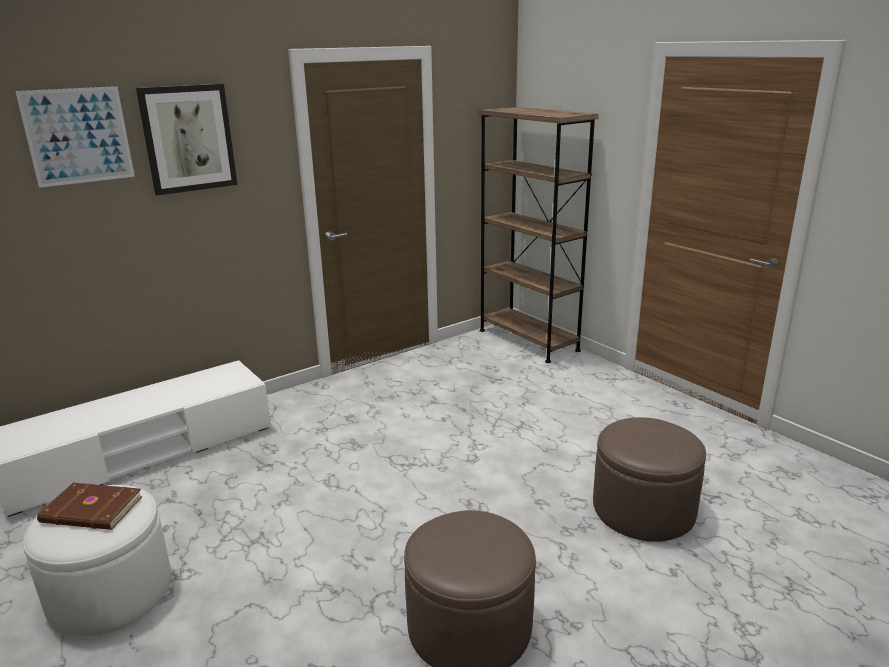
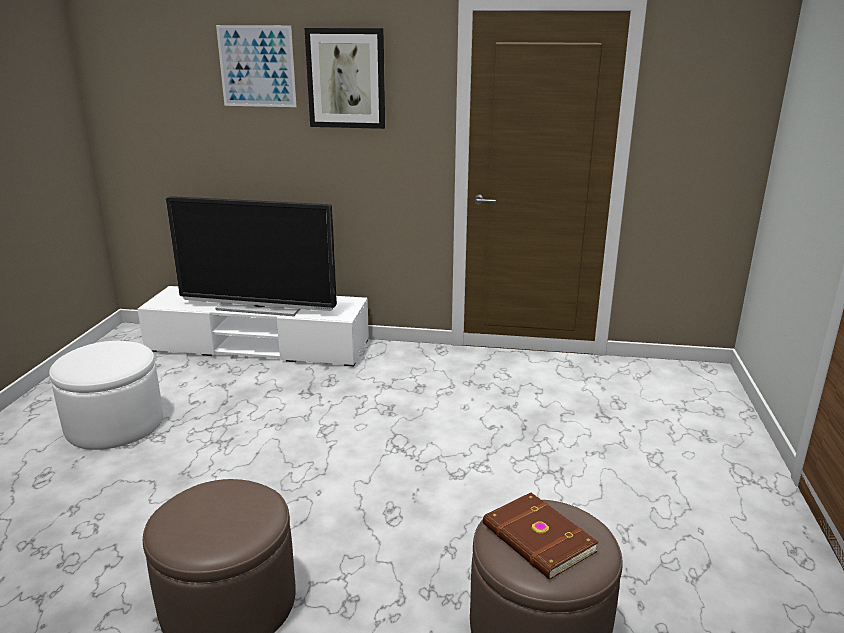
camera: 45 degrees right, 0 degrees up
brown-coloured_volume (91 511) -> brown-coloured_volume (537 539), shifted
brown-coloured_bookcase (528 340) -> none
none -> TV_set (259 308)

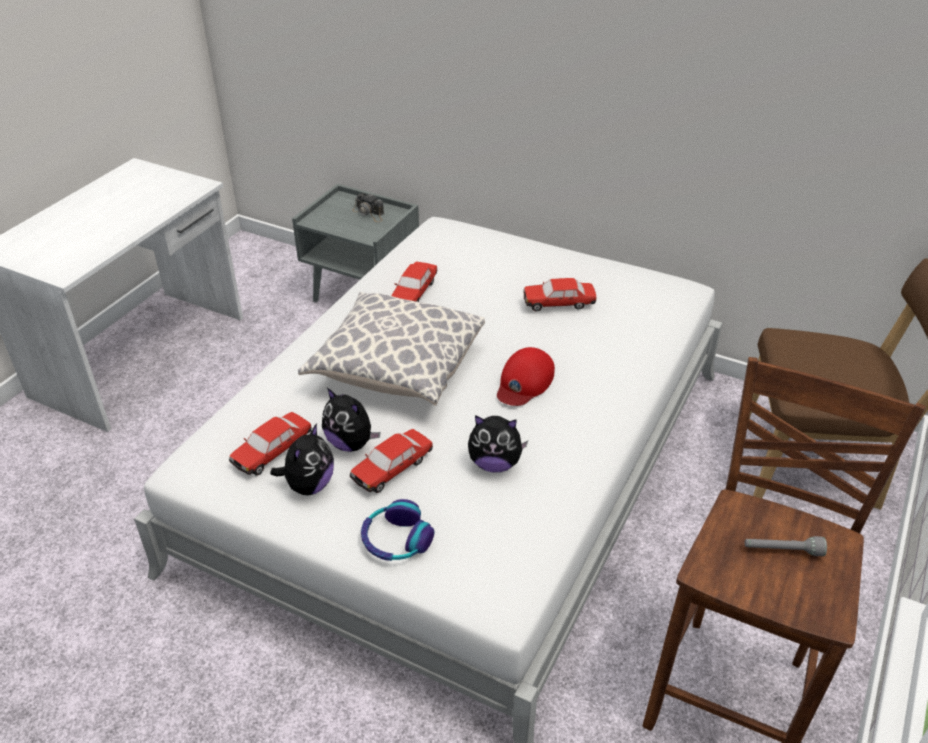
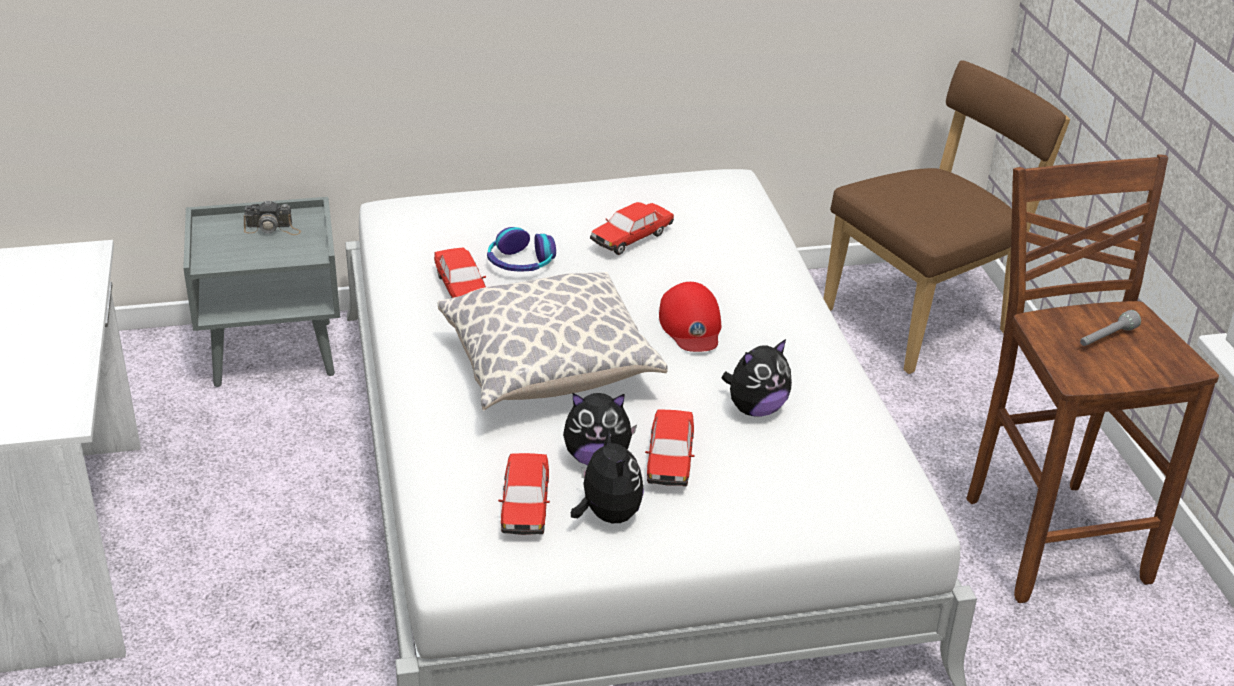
camera: 40 degrees left, 5 degrees down
pair_of_headphones (396 540) -> pair_of_headphones (520 263), shifted

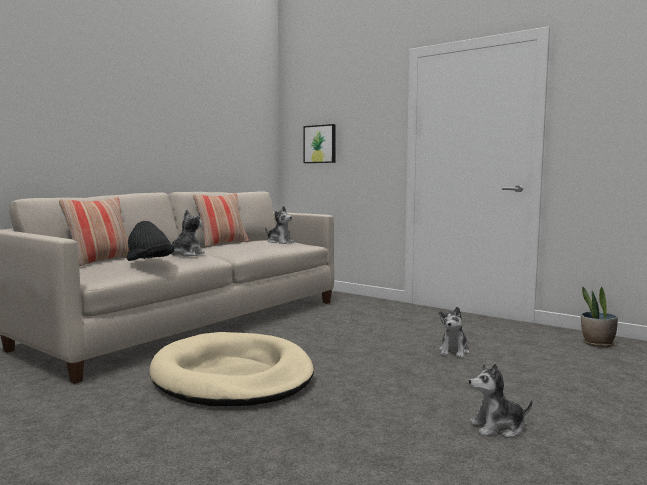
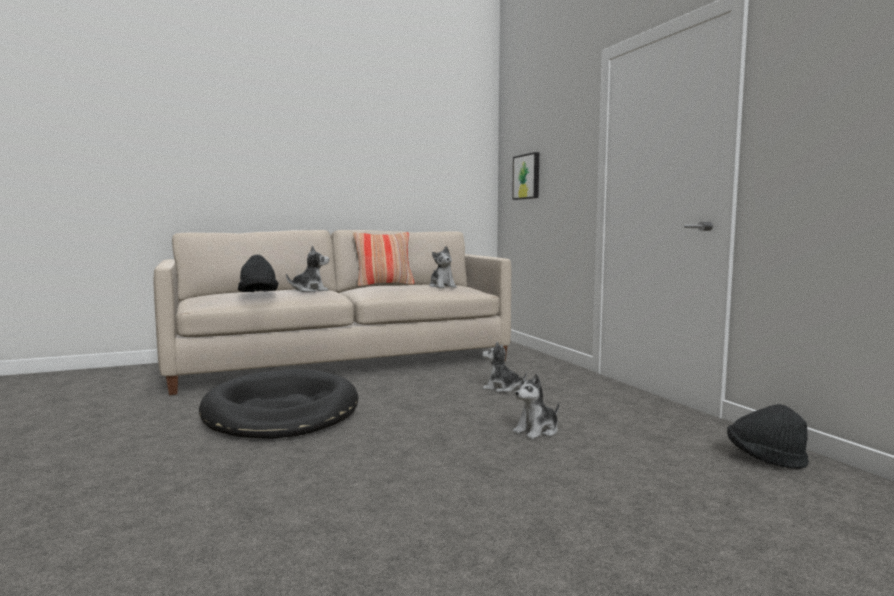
camera: 30 degrees right, 0 degrees up
throw_pillow (101 261) -> none
beige_dog_cushion (233 376) -> black_dog_cushion (282 412)
plush_toy (497 428) -> plush_toy (501 388), shifted
houseplant (597 344) -> black_hat (765 459)

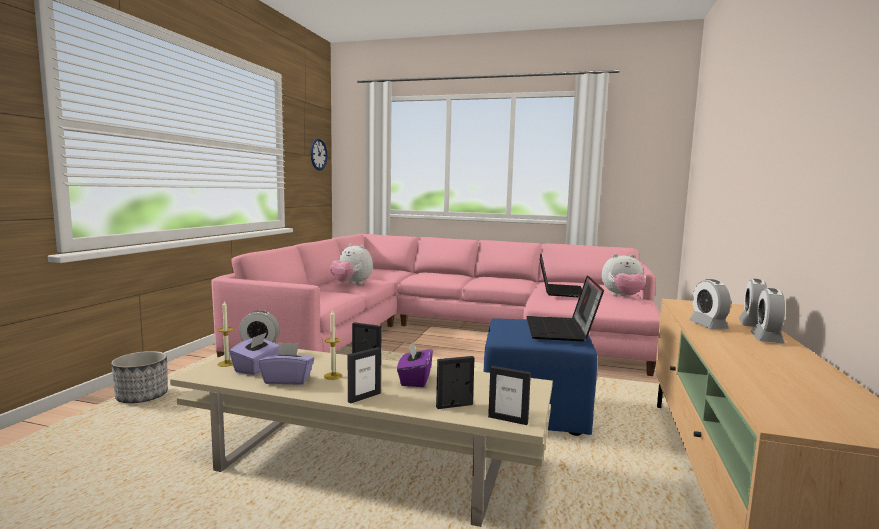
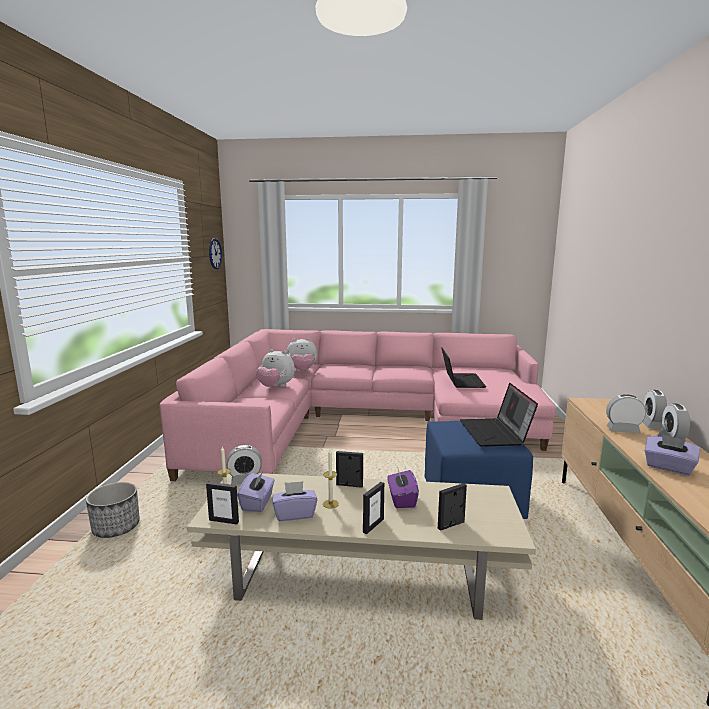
camera: 10 degrees left, 5 degrees up
photo_frame (508 419) -> photo_frame (224 521), shifted
plush_toy (622 297) -> plush_toy (302 371), shifted
alarm_clock (708 325) -> alarm_clock (623 430), 120 degrees clockwise
none -> purplish_tissue_holder (668 467)

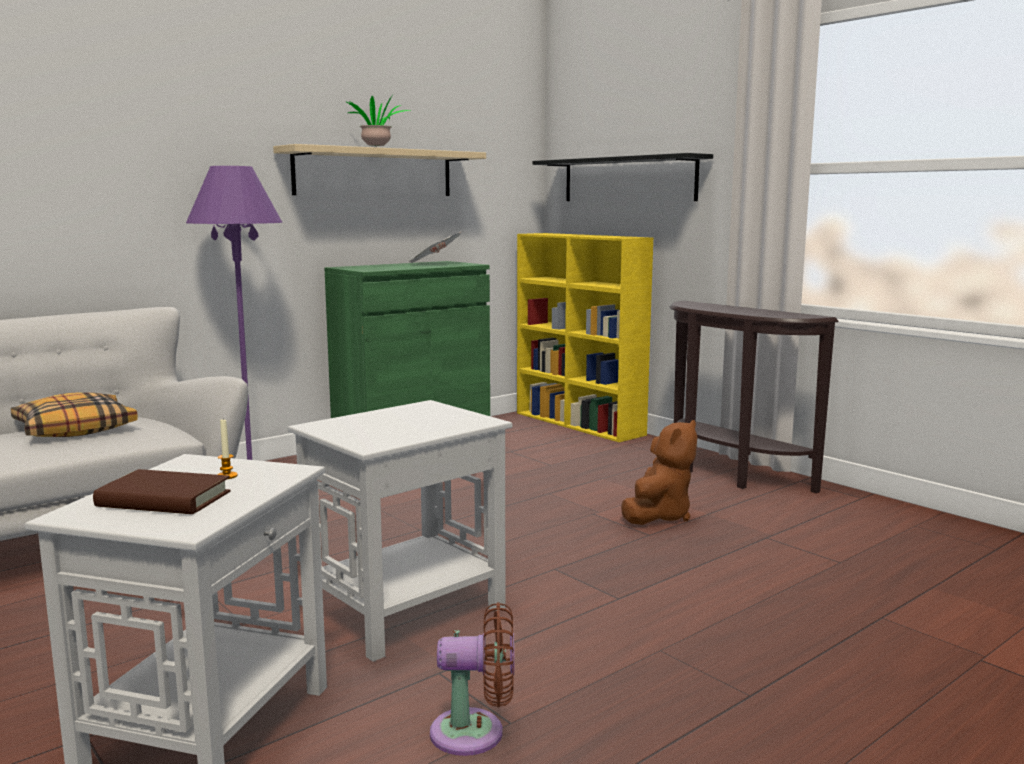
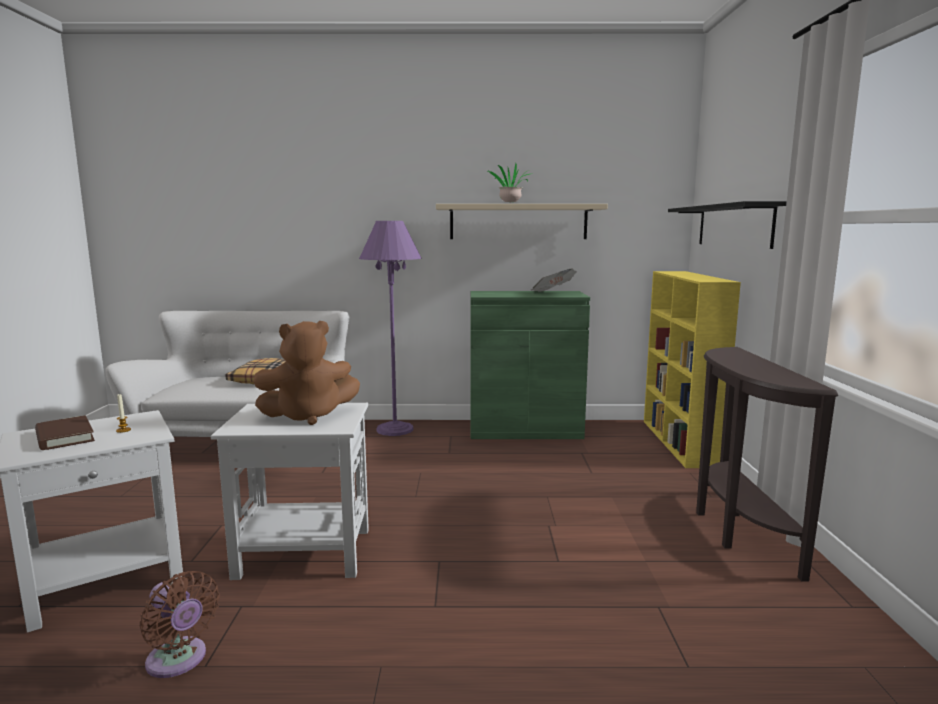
camera: 40 degrees right, 0 degrees up
brown-coloured_plush_toy (658 516) -> brown-coloured_plush_toy (308 416), shifted

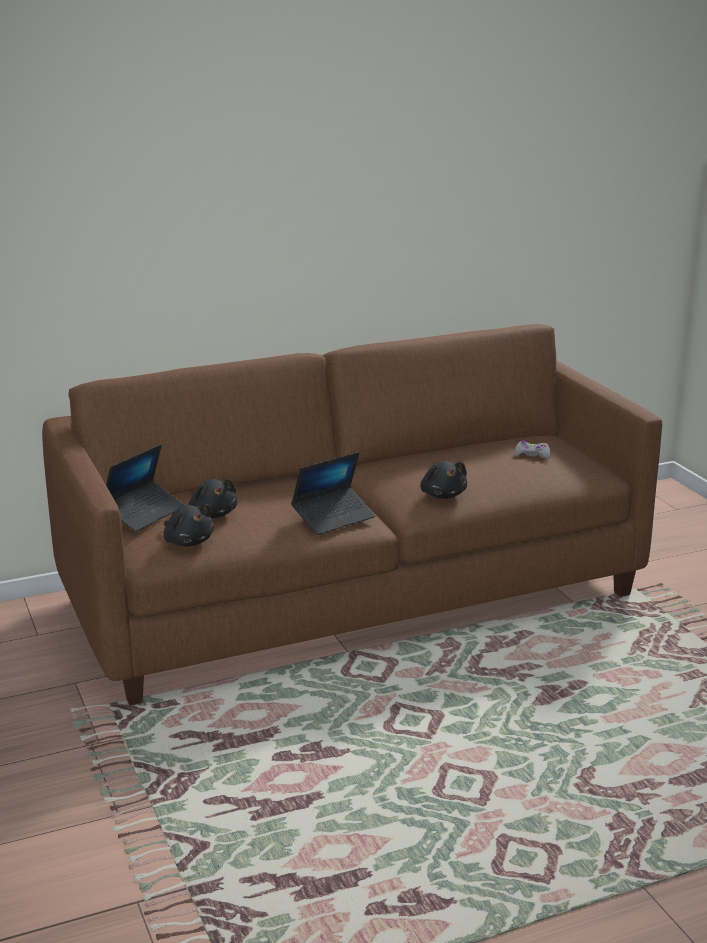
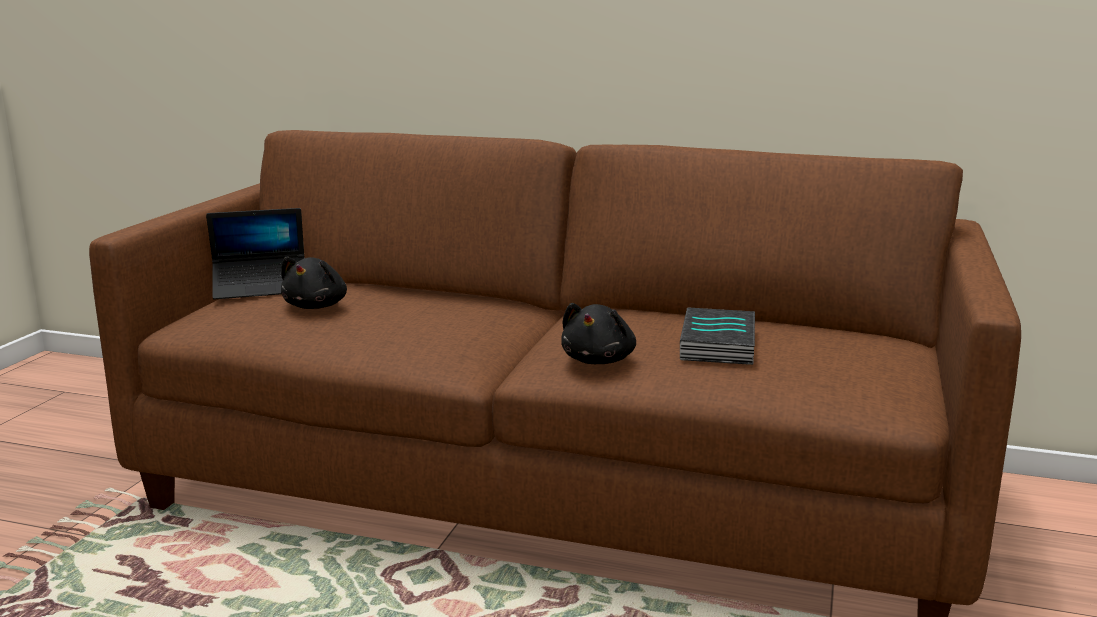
camera: 40 degrees right, 5 degrees down
black_plush_toy (188 541) -> none
laptop (333 518) -> none
greyish_game_controller (532 455) -> none
none -> volume (720 345)

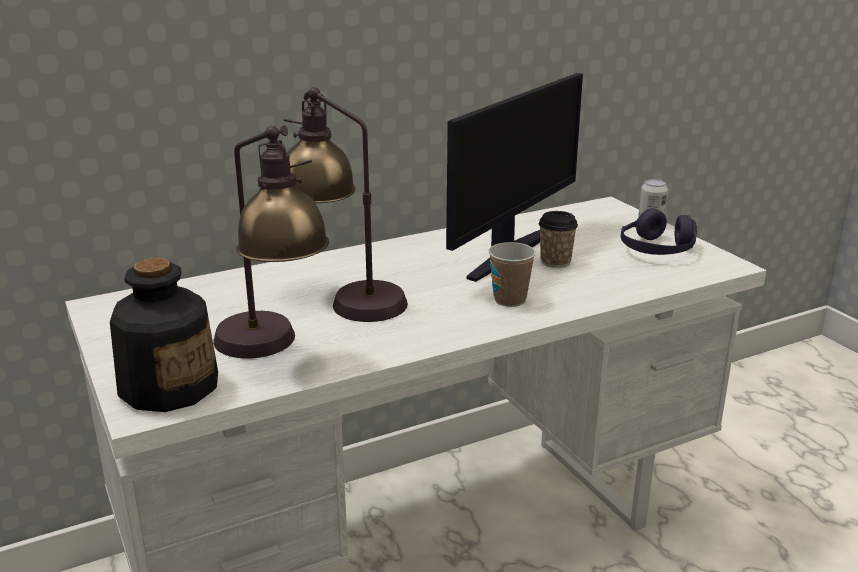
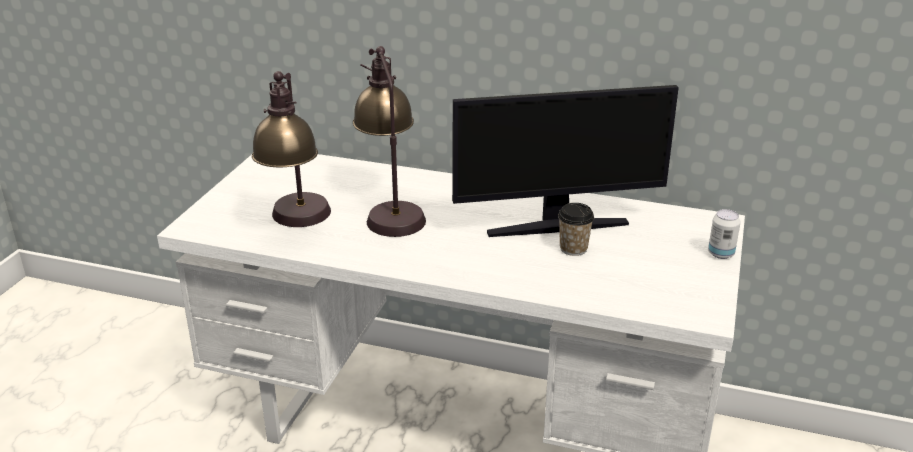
camera: 45 degrees right, 5 degrees up
bottle (169 386) -> none
cup (510 300) -> none
purplish_pair_of_headphones (657 250) -> none

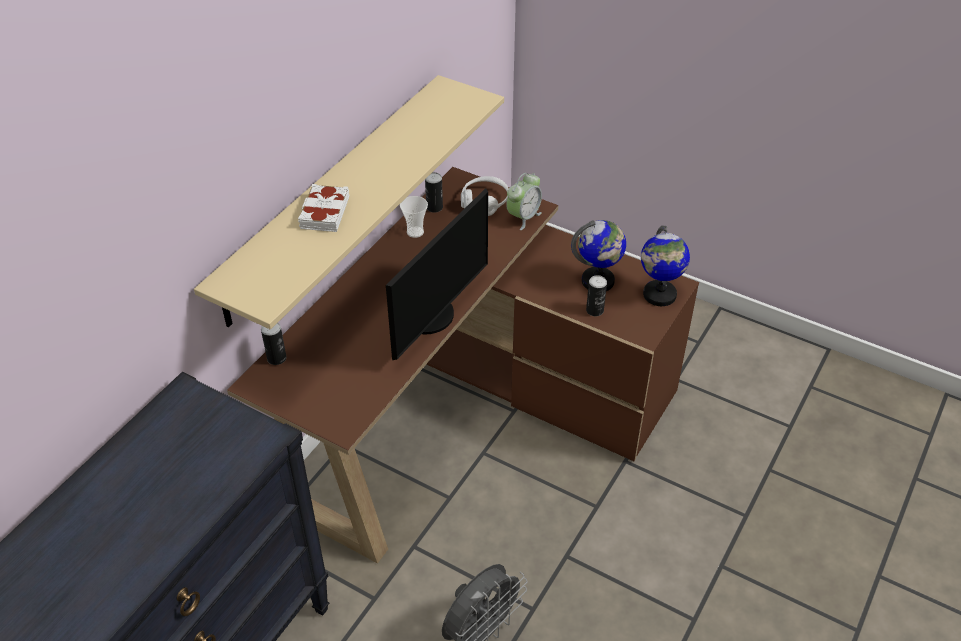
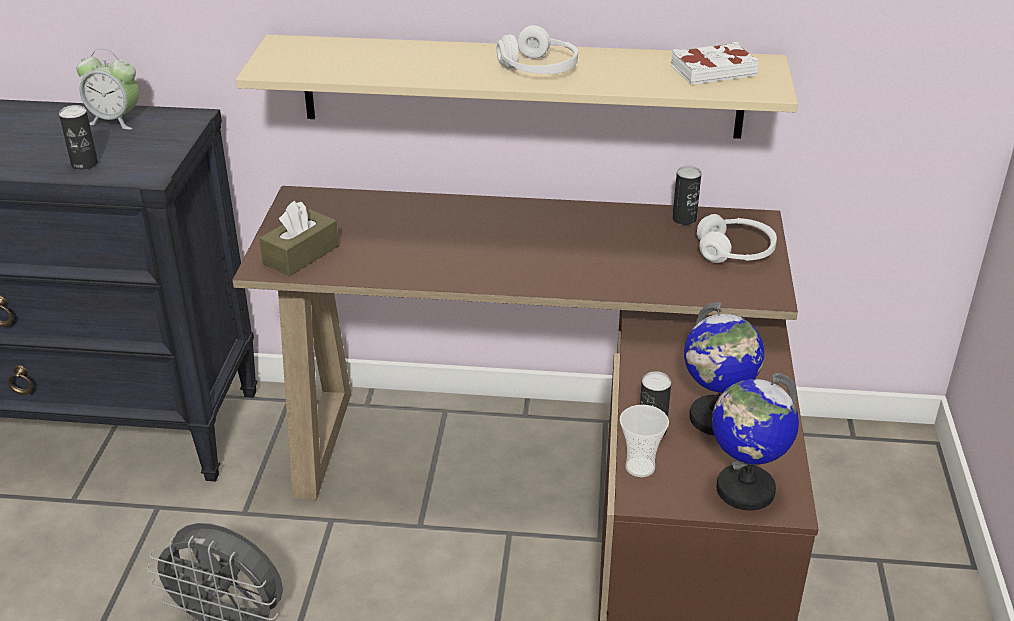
camera: 65 degrees right, 10 degrees down
can (276 358) -> can (84 164), shifted
white-coloured_volume (324 213) -> white-coloured_volume (712 70), shifted
computer_screen (431 316) -> none
cup (415 232) -> cup (640 467), shifted
alarm_clock (523 217) -> alarm_clock (115 120), shifted
none -> brown-coloured_tissue_holder (301 255)
none -> white-coloured_pair_of_headphones (538 69)

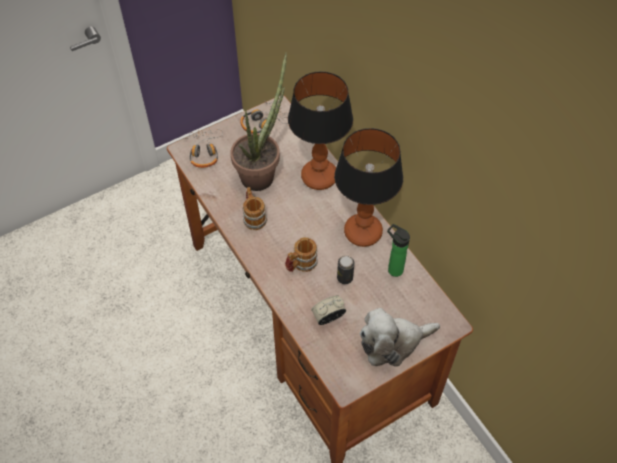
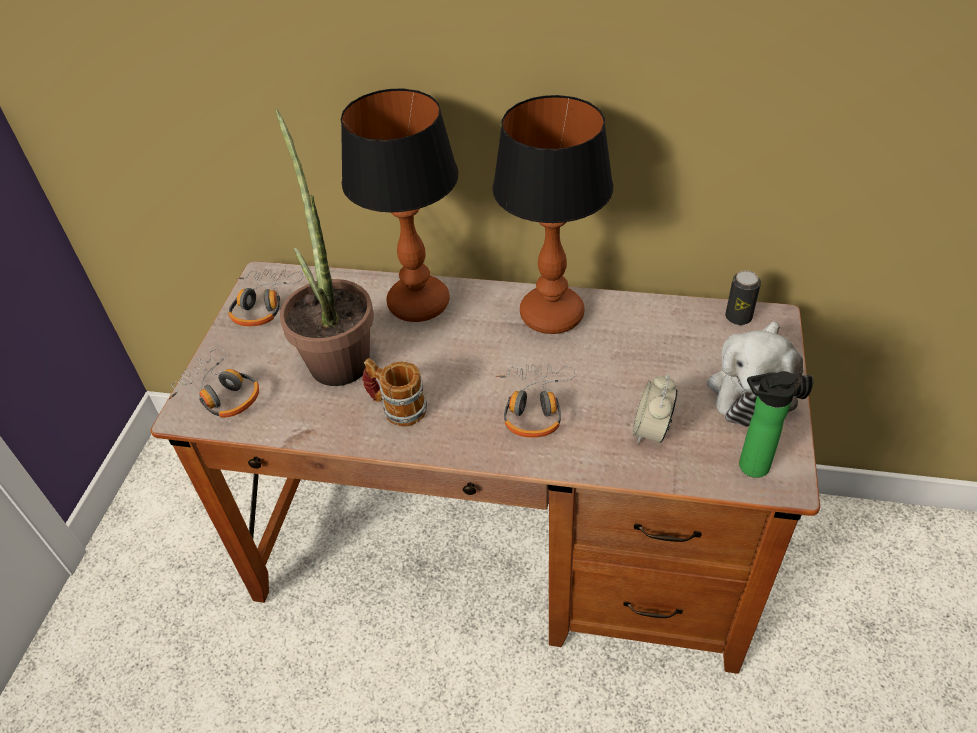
camera: 45 degrees left, 10 degrees down
coffee_mug (301 264) -> pair_of_headphones (534 406)
can (345 278) -> can (738 317), shifted
bottle (393 268) -> bottle (749 467), shifted

